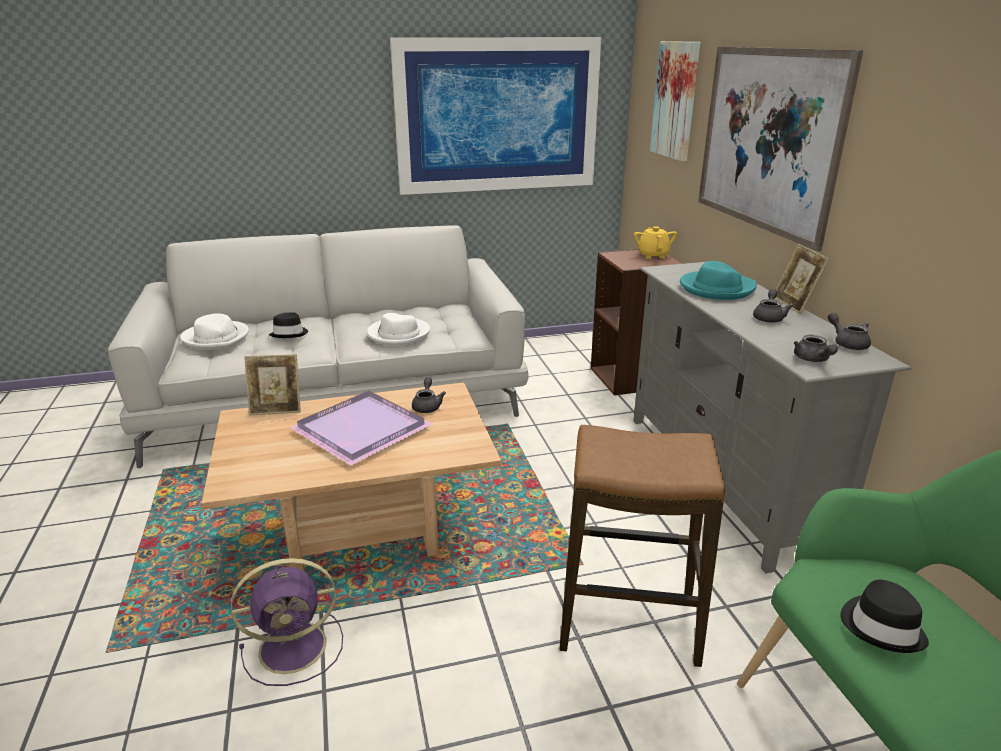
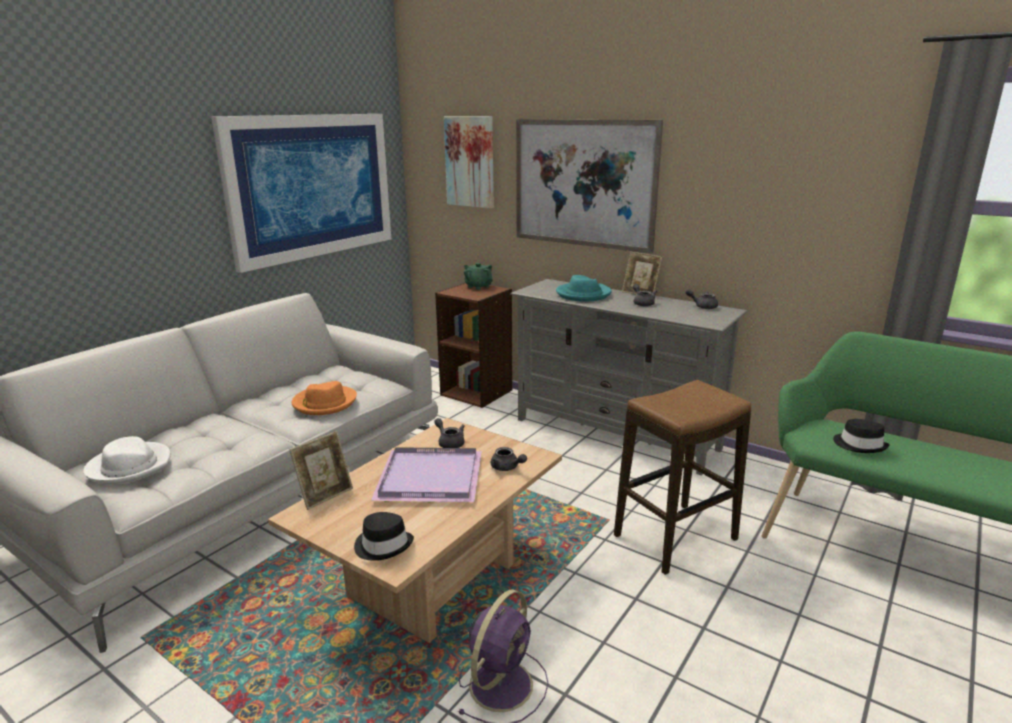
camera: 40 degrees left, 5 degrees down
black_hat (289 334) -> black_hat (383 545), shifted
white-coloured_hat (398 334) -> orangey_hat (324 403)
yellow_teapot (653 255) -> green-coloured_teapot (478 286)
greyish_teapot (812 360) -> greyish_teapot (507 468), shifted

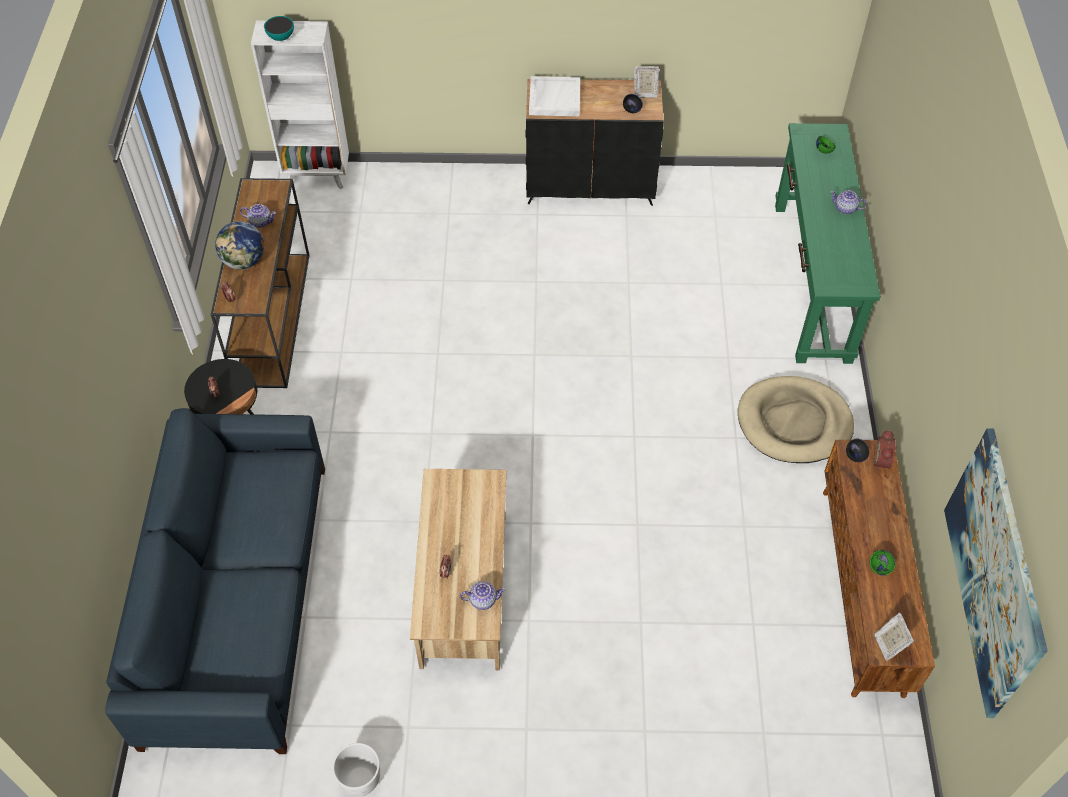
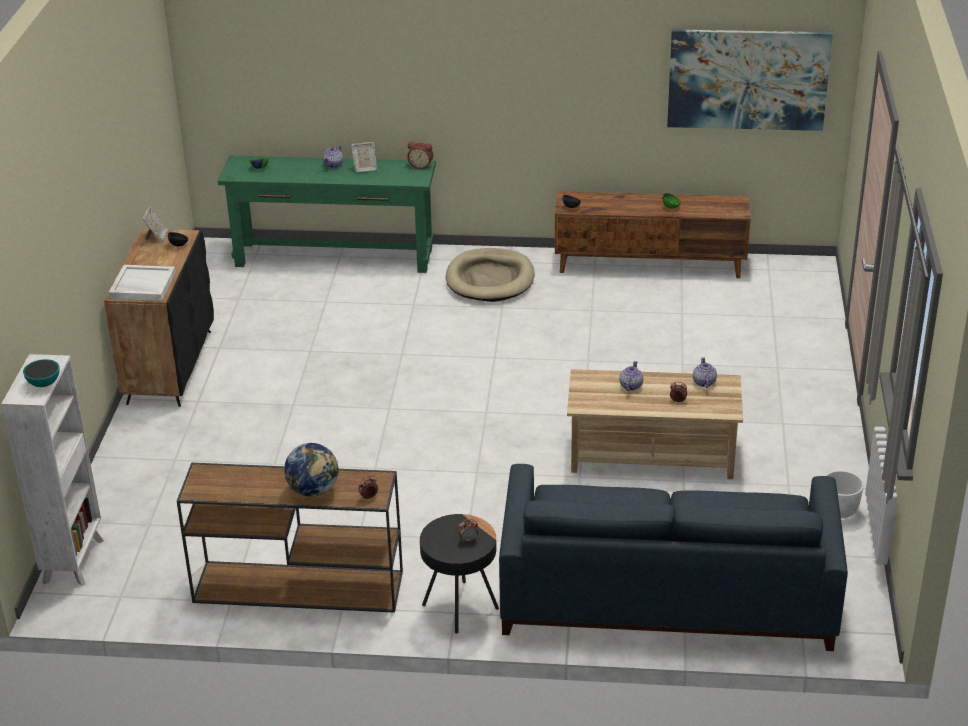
camera: 85 degrees left, 20 degrees down
teapot (260 221) -> teapot (630 386), shifted
alarm_clock (883 461) -> alarm_clock (421 166), shifted
photo_frame (888 644) -> photo_frame (364 169), shifted

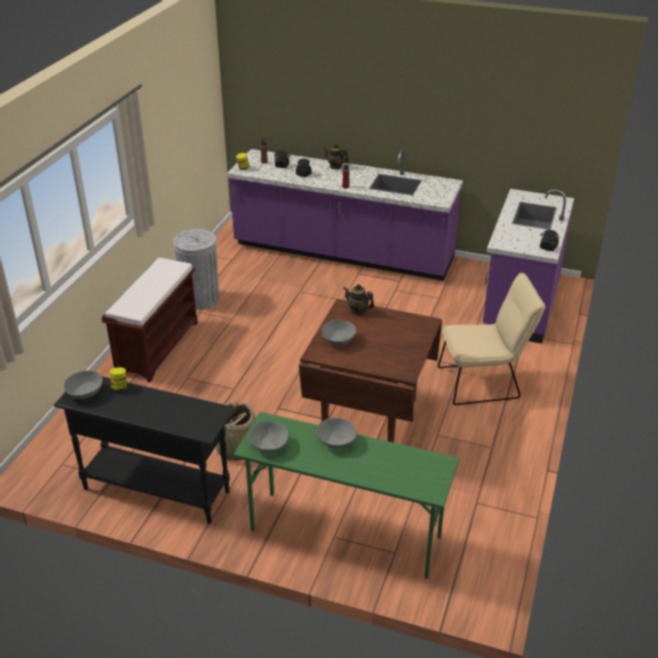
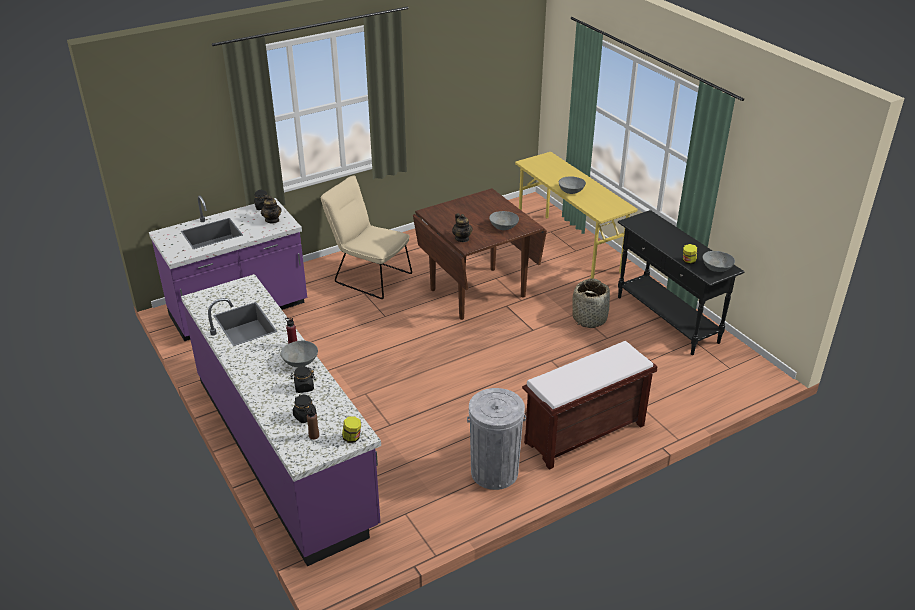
camera: 140 degrees left, 0 degrees up
green-coloured_desk_table (344 534) -> yellow_desk_table (568 249)
greyish_deep_dish (268 445) -> greyish_deep_dish (300 362), shifted
teapot (335 166) -> teapot (272 220), shifted

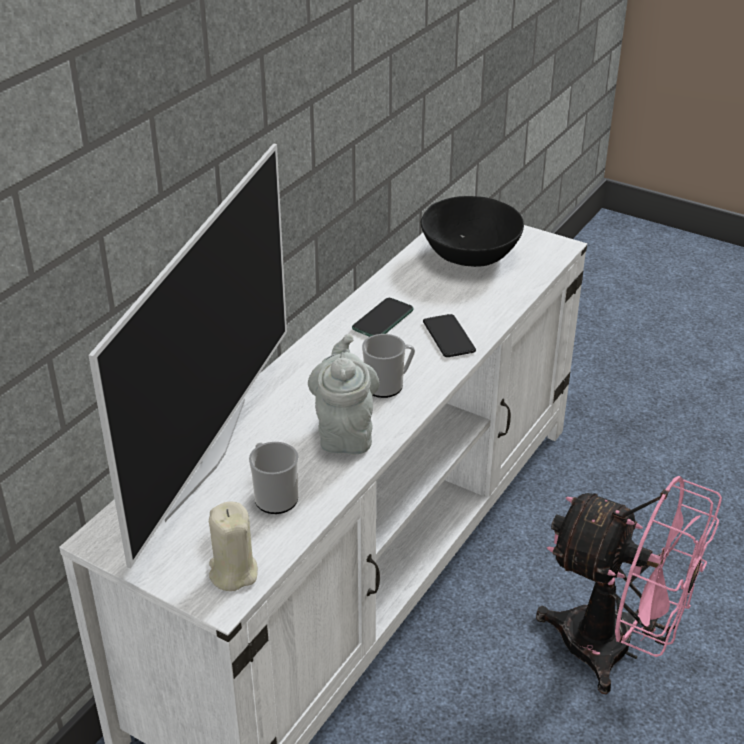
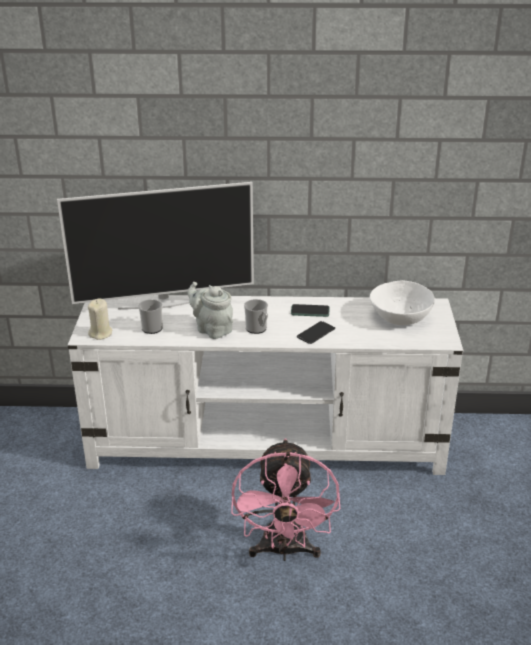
camera: 60 degrees right, 5 degrees down
greyish_teapot (345 432) -> greyish_teapot (212 329), 105 degrees counterclockwise
black_deep_dish (471 255) -> white-coloured_deep_dish (400 317)

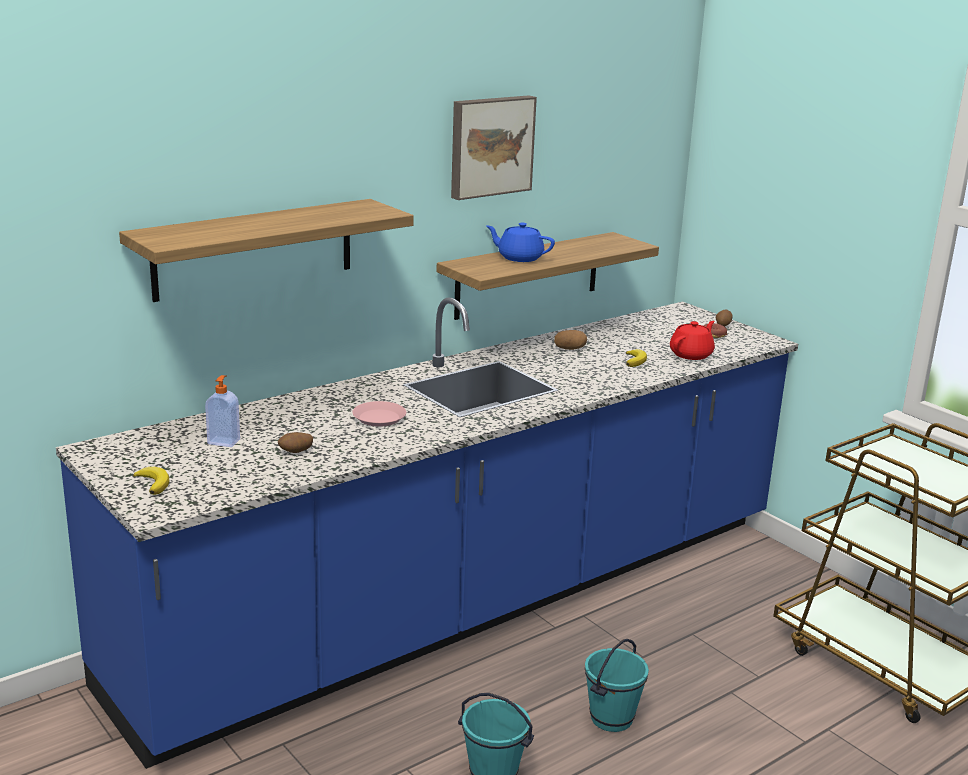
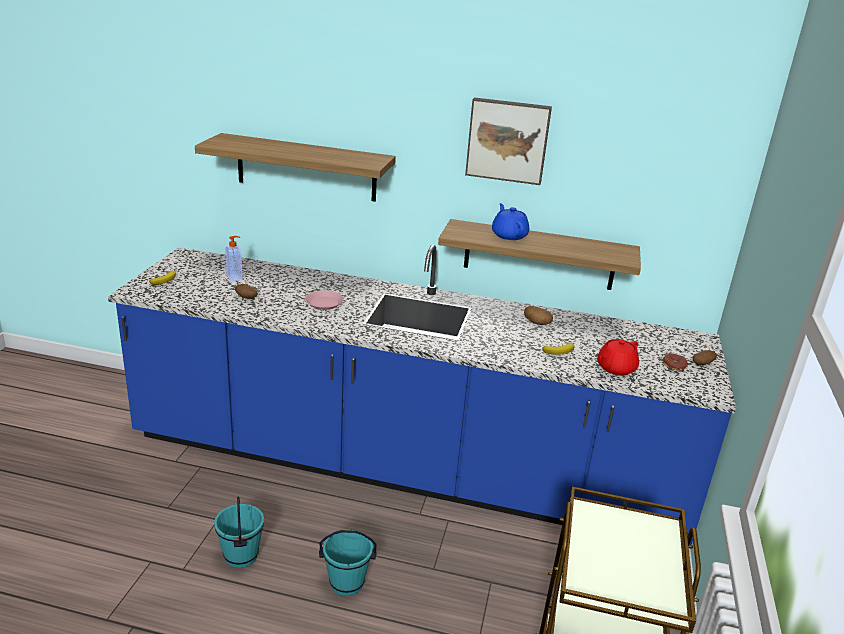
camera: 50 degrees right, 5 degrees up
red-coloured_teapot (691 354) -> red-coloured_teapot (615 368), 135 degrees clockwise

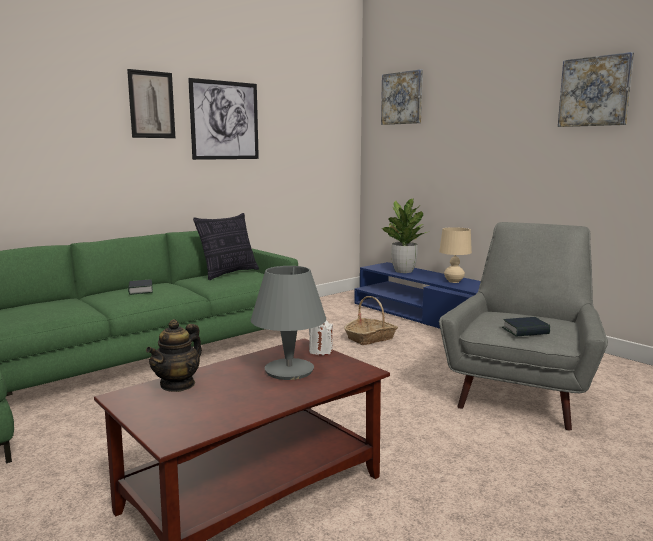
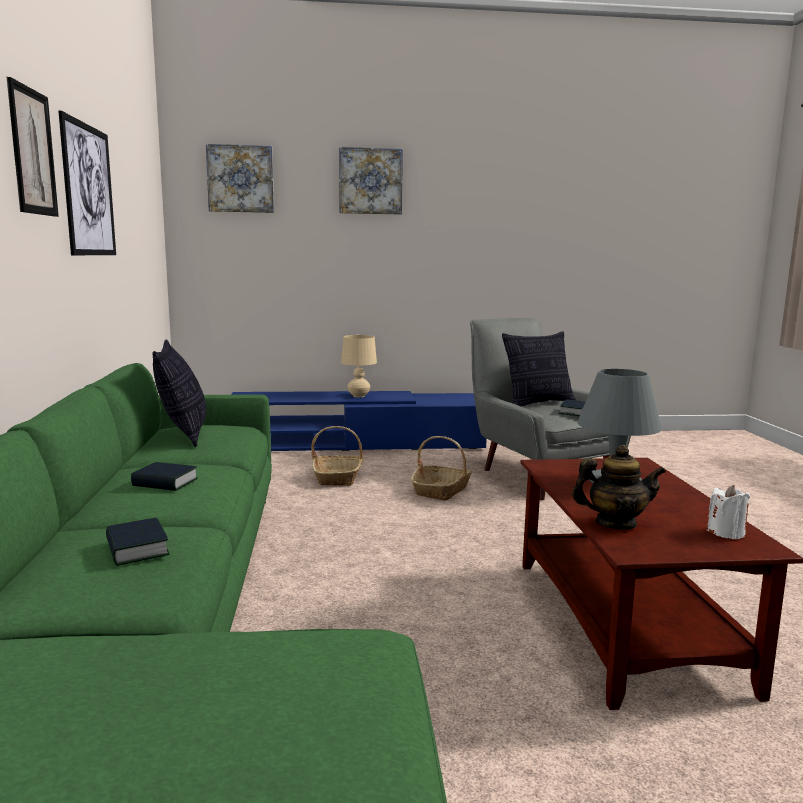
camera: 55 degrees left, 0 degrees up
teapot (178 384) -> teapot (615 523), 60 degrees counterclockwise
white-coloured_wax_candle (320 351) -> white-coloured_wax_candle (726 533), shifted
houseplant (403 271) -> none
picture (595 91) -> picture (370 181), shifted
none -> volume (137 549)
none -> household_basket (441 490)
none -> throw_pillow (538 403)

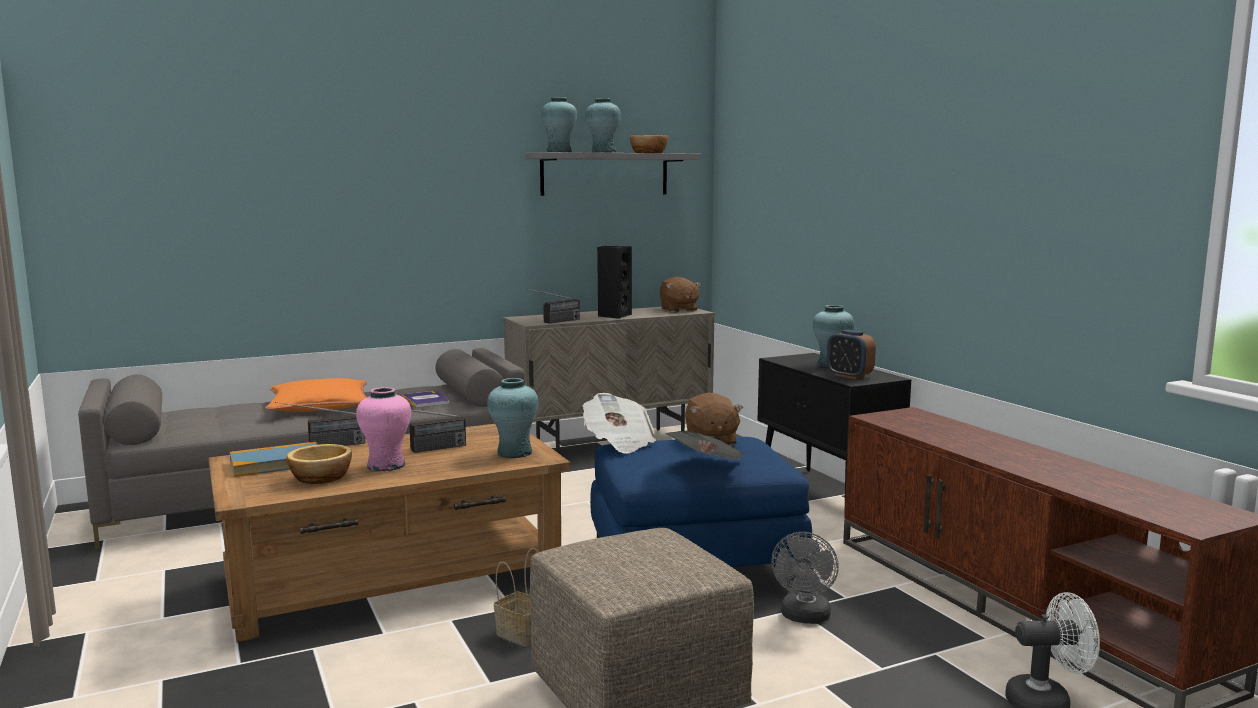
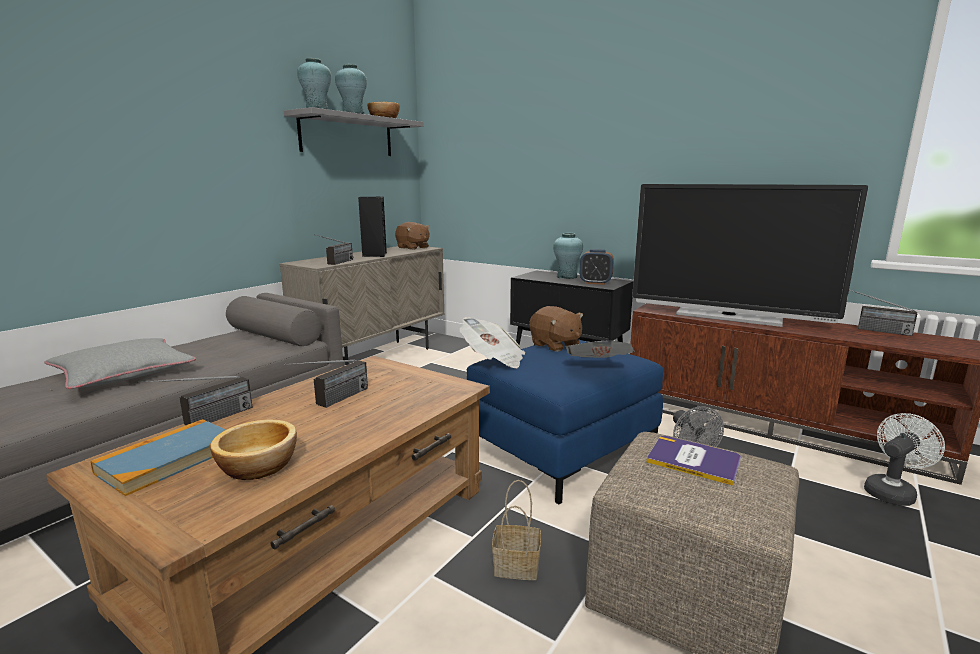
camera: 30 degrees left, 5 degrees up
orangey_throw_pillow (319 406) -> greyish_throw_pillow (123 373)
pinkish_flower_vase (386 465) -> none
volume (426 400) -> volume (693 460), shifted
blue-green_flower_vase (514 453) -> none
none -> TV_set (728 317)
none -> radio_receiver (869 329)

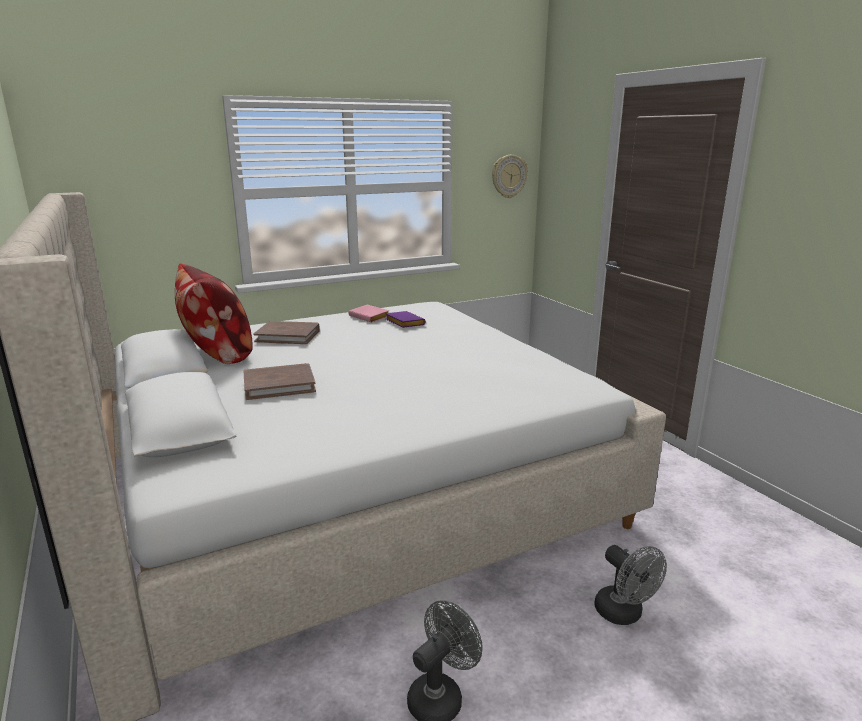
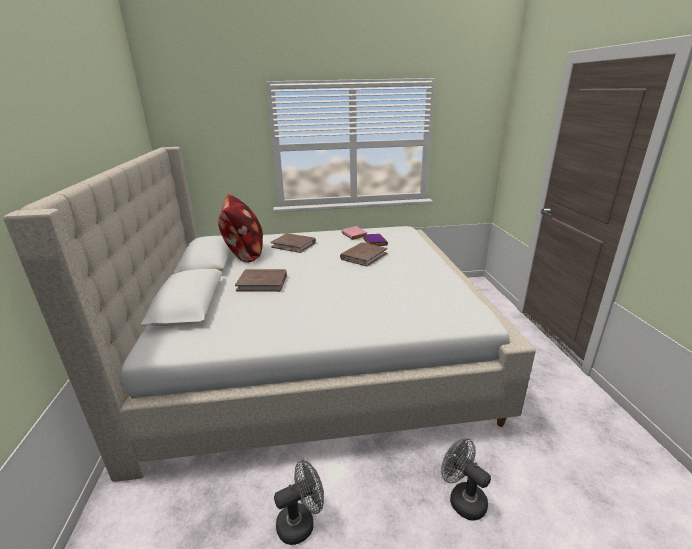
camera: 20 degrees right, 5 degrees up
hanging_clock (509 176) -> none
greyish_cooling_fan (624 614) -> greyish_cooling_fan (462 498), 150 degrees clockwise
none -> brown-coloured_volume (363 256)

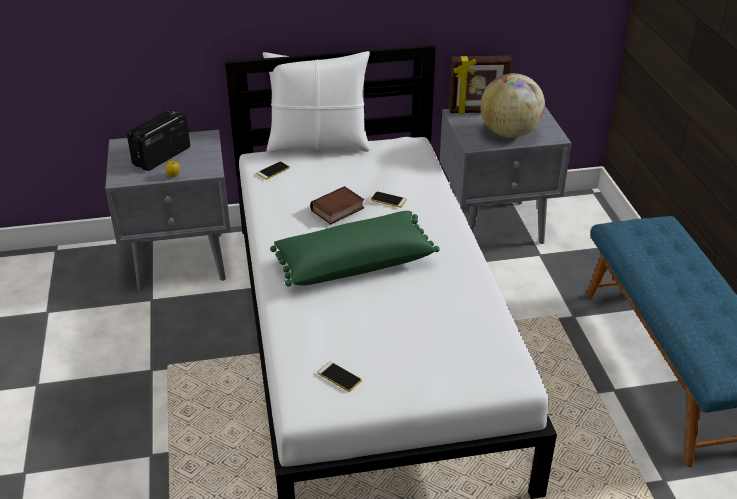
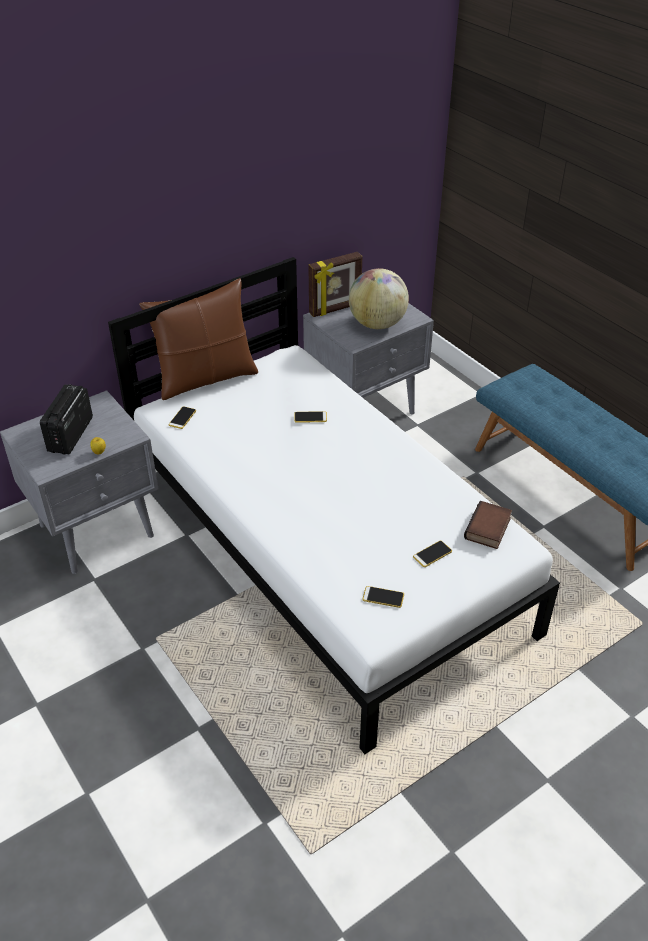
camera: 25 degrees left, 5 degrees up
white-coloured_throw_pillow (318 144) -> brown-coloured_throw_pillow (206 378)
green-coloured_throw_pillow (354 263) -> none
volume (338 210) -> volume (488 529), shifted
none -> handset (432 554)

